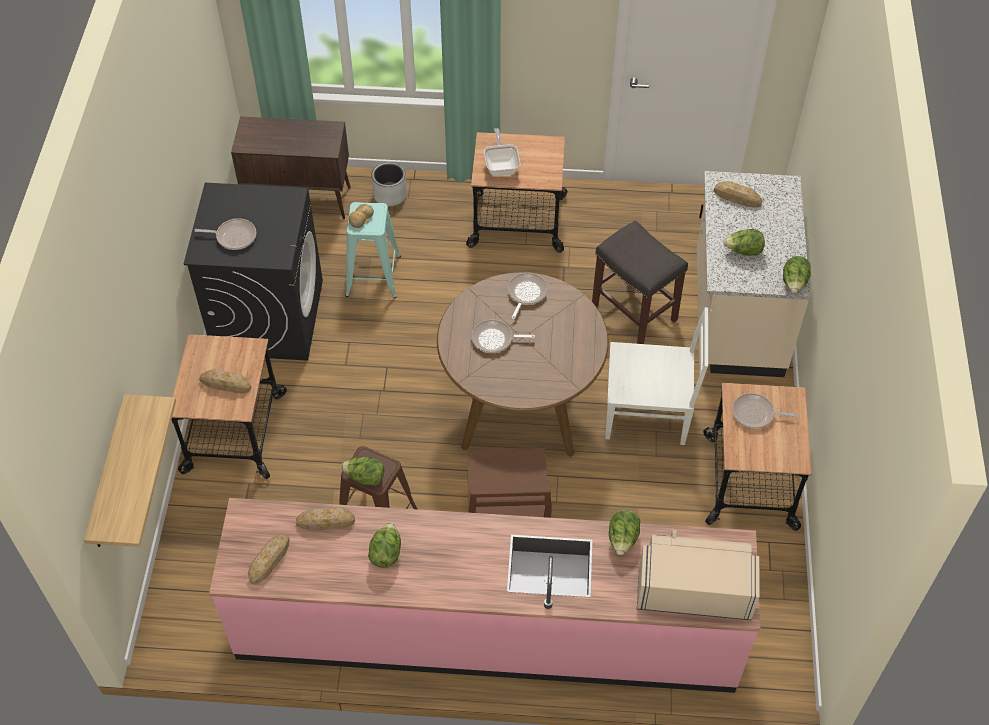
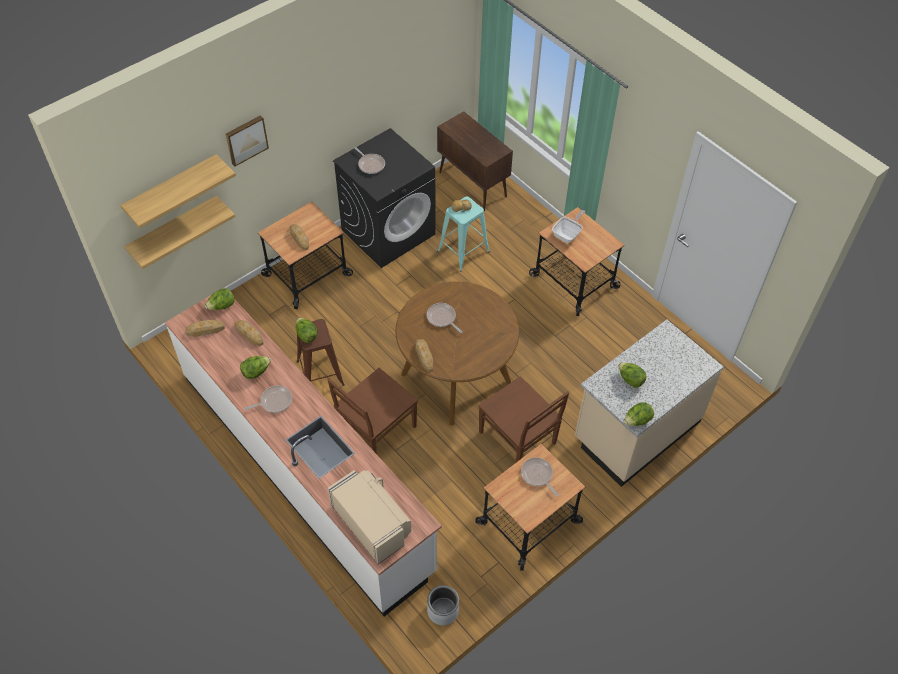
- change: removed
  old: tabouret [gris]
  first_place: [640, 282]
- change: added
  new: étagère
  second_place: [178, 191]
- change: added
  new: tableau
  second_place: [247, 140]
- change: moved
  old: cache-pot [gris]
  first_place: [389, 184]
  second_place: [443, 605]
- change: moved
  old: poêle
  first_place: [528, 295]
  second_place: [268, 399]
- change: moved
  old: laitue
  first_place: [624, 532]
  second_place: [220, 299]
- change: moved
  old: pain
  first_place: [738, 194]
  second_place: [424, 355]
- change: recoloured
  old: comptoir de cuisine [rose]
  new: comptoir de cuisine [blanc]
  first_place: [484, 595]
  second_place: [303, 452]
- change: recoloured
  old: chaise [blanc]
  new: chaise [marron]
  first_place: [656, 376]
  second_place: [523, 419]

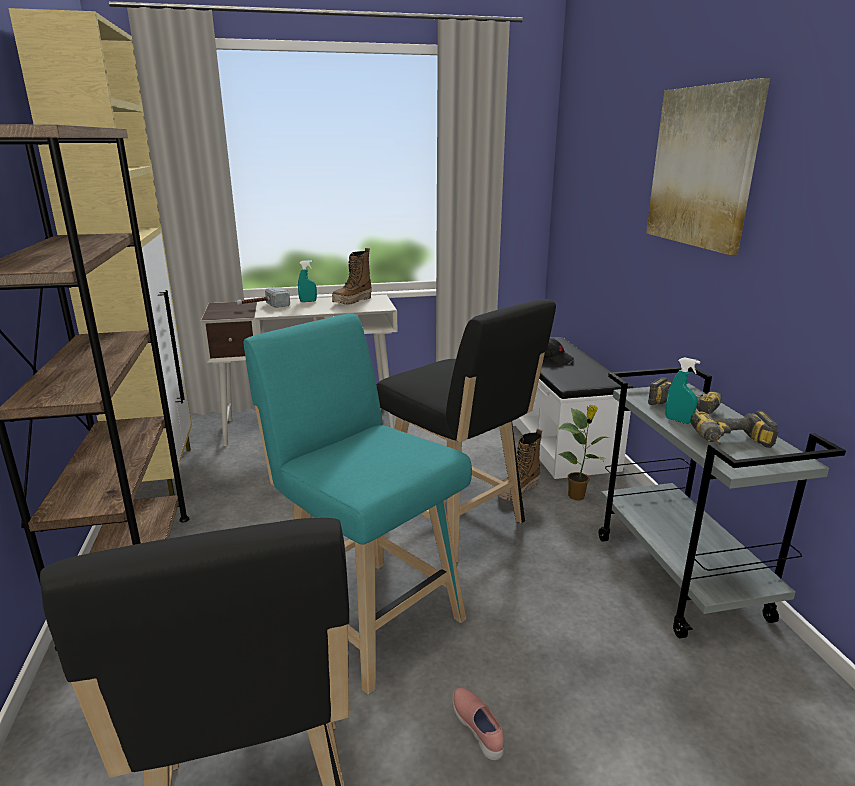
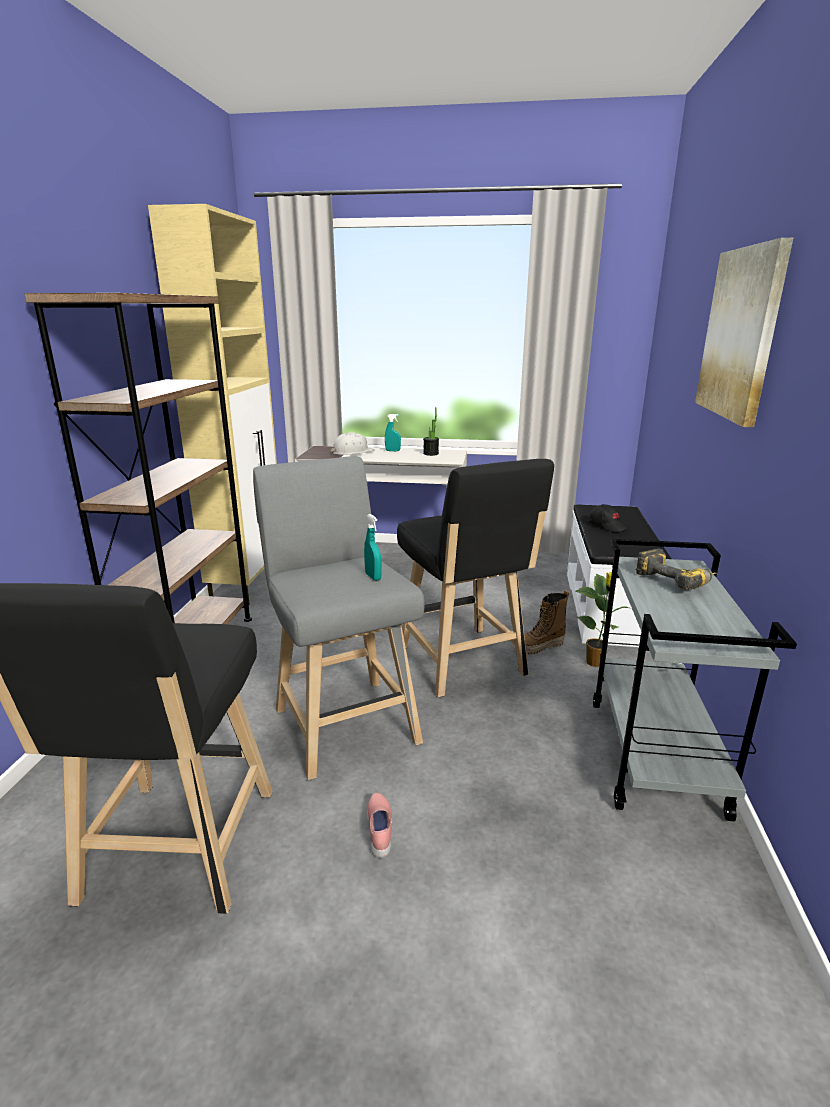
- change: removed
  old: perceuse
  first_place: [735, 429]
- change: moved
  old: vaporisateur [turquoise]
  first_place: [683, 390]
  second_place: [373, 547]
- change: replaced
  old: marteau
  new: casque de chantier [blanc]
  first_place: [263, 297]
  second_place: [352, 443]
- change: replaced
  old: botte
  new: plante en pot
  first_place: [352, 276]
  second_place: [431, 431]
- change: recoloured
  old: tabouret [turquoise]
  new: tabouret [gris]
  first_place: [358, 504]
  second_place: [339, 618]

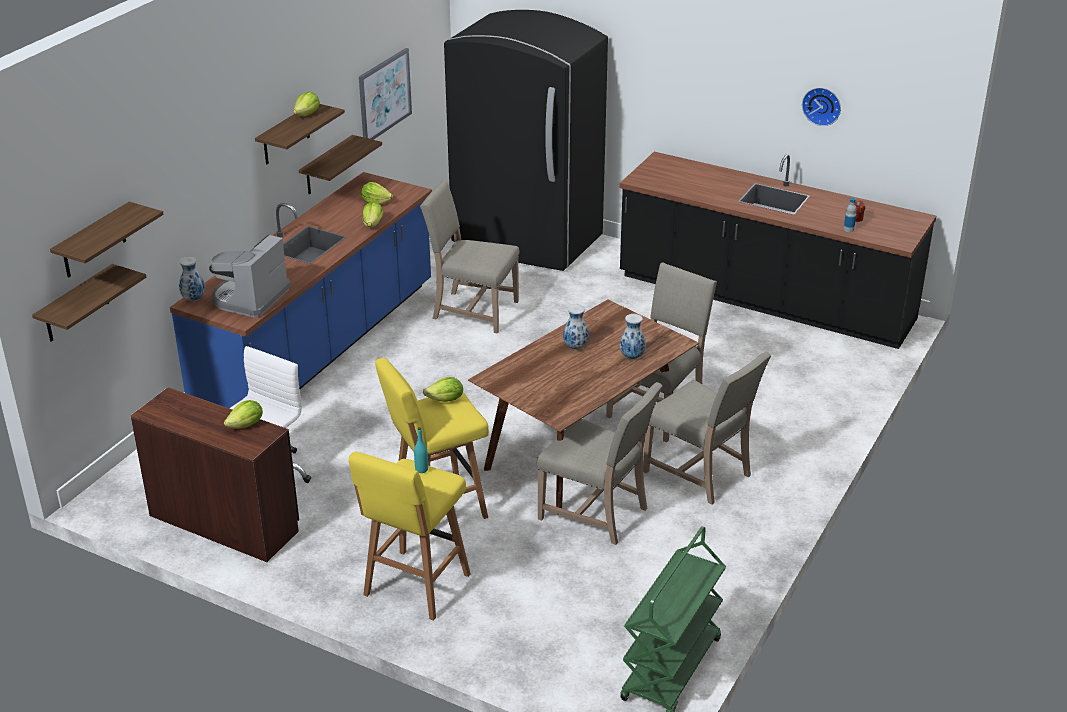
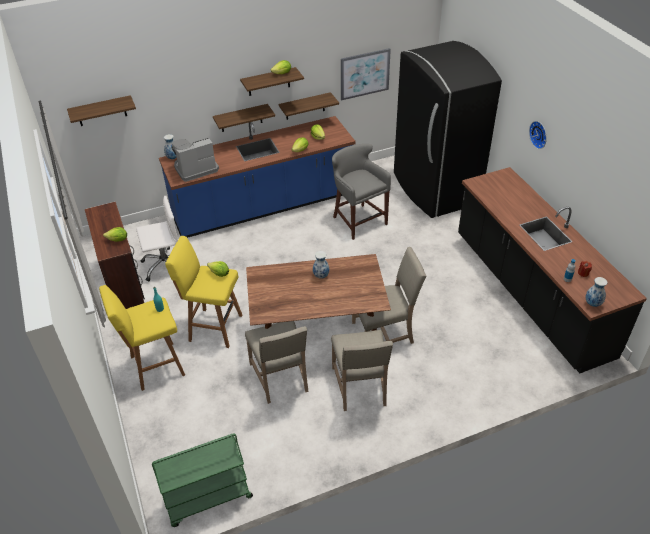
- change: moved
  old: étagère
  first_place: [89, 303]
  second_place: [244, 118]
- change: moved
  old: vase
  first_place: [633, 336]
  second_place: [596, 292]
- change: moved
  old: horloge murale
  first_place: [821, 107]
  second_place: [538, 135]
- change: replaced
  old: chaise [beige]
  new: tabouret [gris]
  first_place: [469, 257]
  second_place: [361, 192]

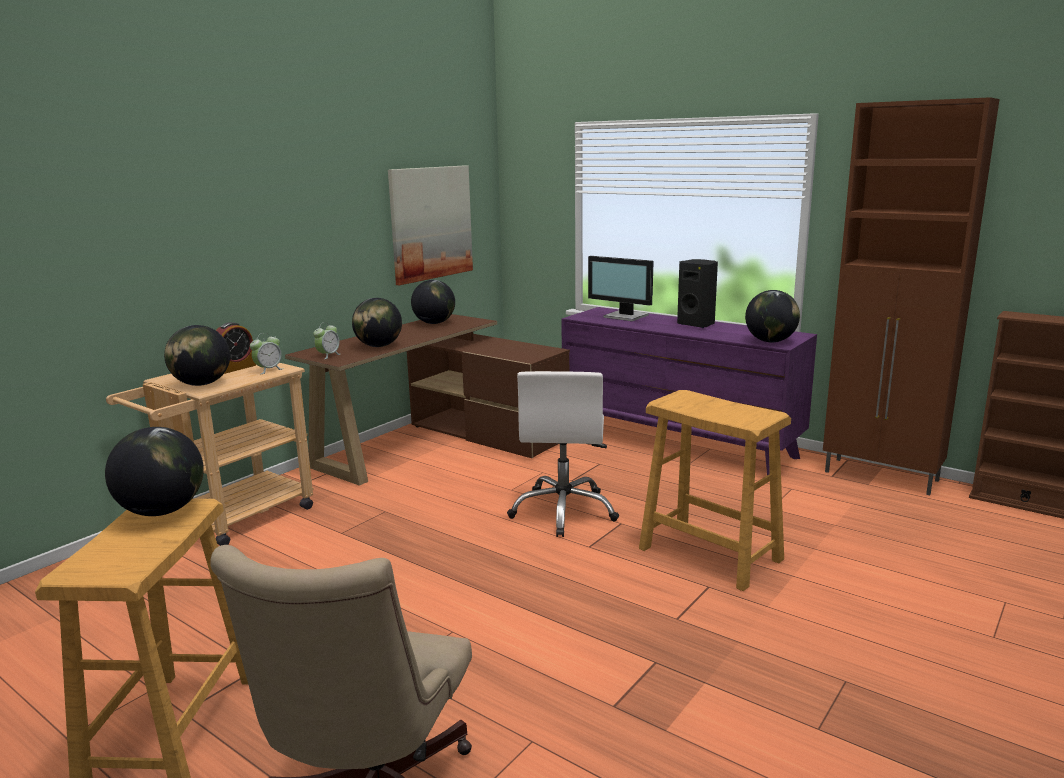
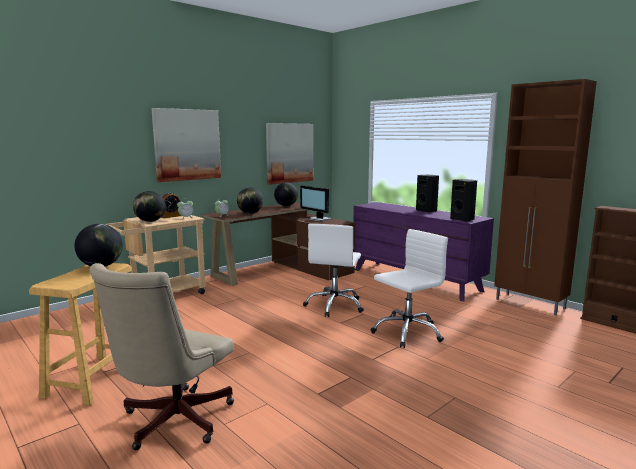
- change: added
  new: tableau
  second_place: [186, 145]
- change: moved
  old: écran d'ordinateur
  first_place: [621, 288]
  second_place: [316, 203]
- change: replaced
  old: tabouret [beige]
  new: chaise de bureau [blanc]
  first_place: [715, 490]
  second_place: [409, 288]
- change: replaced
  old: globe
  new: enceinte [noir]
  first_place: [772, 316]
  second_place: [463, 200]

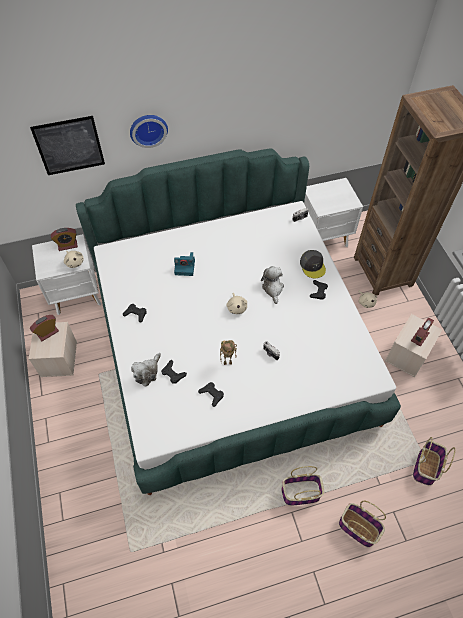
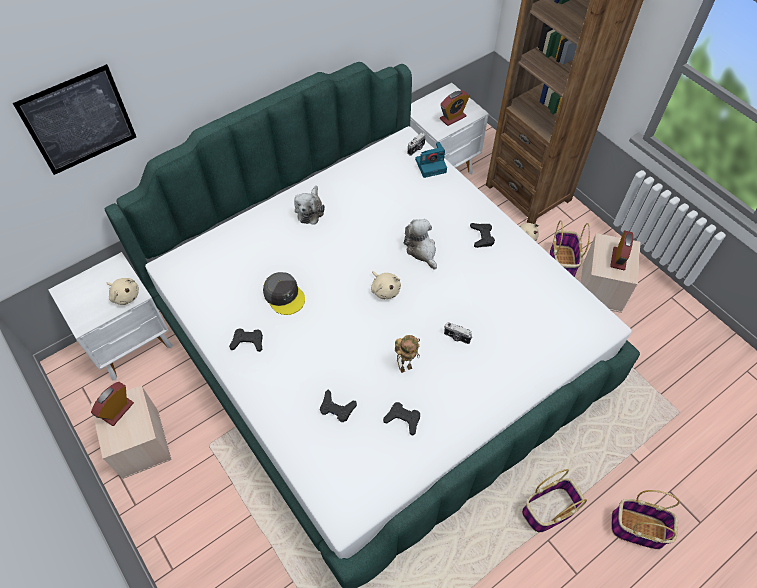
- change: removed
  old: horloge murale
  first_place: [149, 131]
- change: moved
  old: réveil
  first_place: [64, 239]
  second_place: [455, 108]
- change: moved
  old: peluche
  first_place: [146, 369]
  second_place: [309, 205]
- change: moved
  old: appareil photo
  first_place: [184, 264]
  second_place: [431, 160]
- change: moved
  old: casquette [gris]
  first_place: [313, 264]
  second_place: [284, 293]
- change: moved
  old: panier
  first_place: [434, 461]
  second_place: [570, 248]

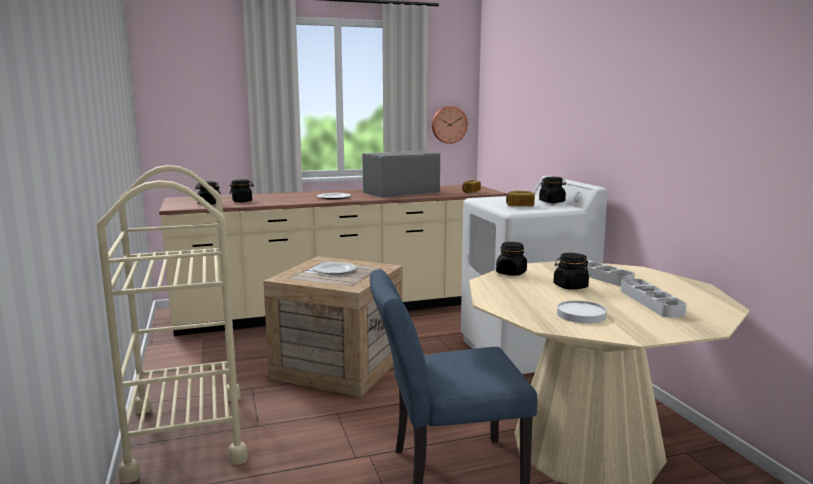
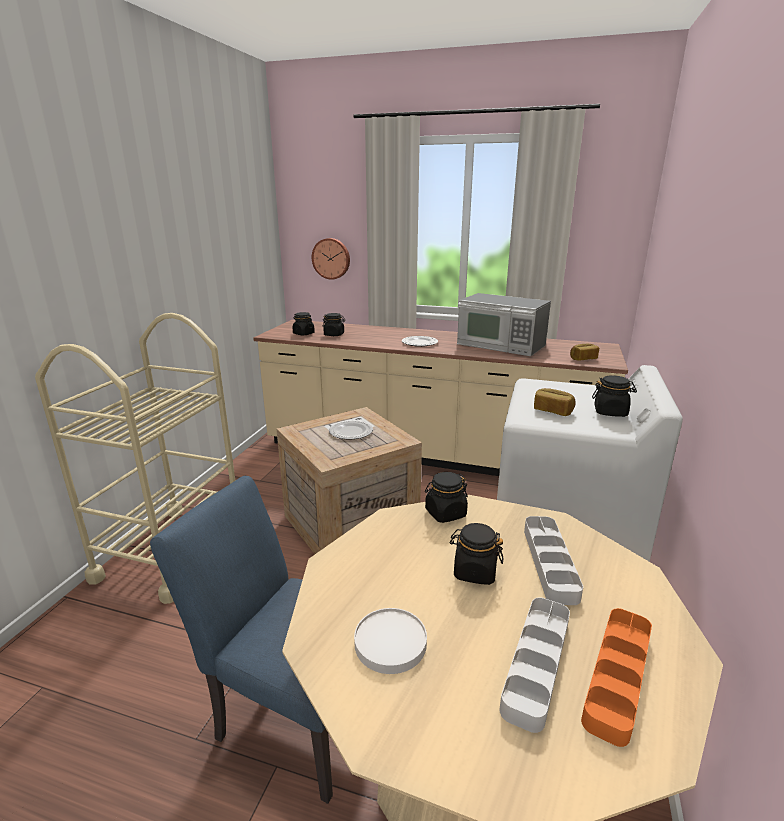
- change: added
  new: plateau [orange]
  second_place: [616, 677]
- change: moved
  old: horloge murale
  first_place: [450, 125]
  second_place: [331, 259]
- change: turned
  old: micro-ondes
  first_place: [400, 174]
  second_place: [504, 324]
  degrees: -150

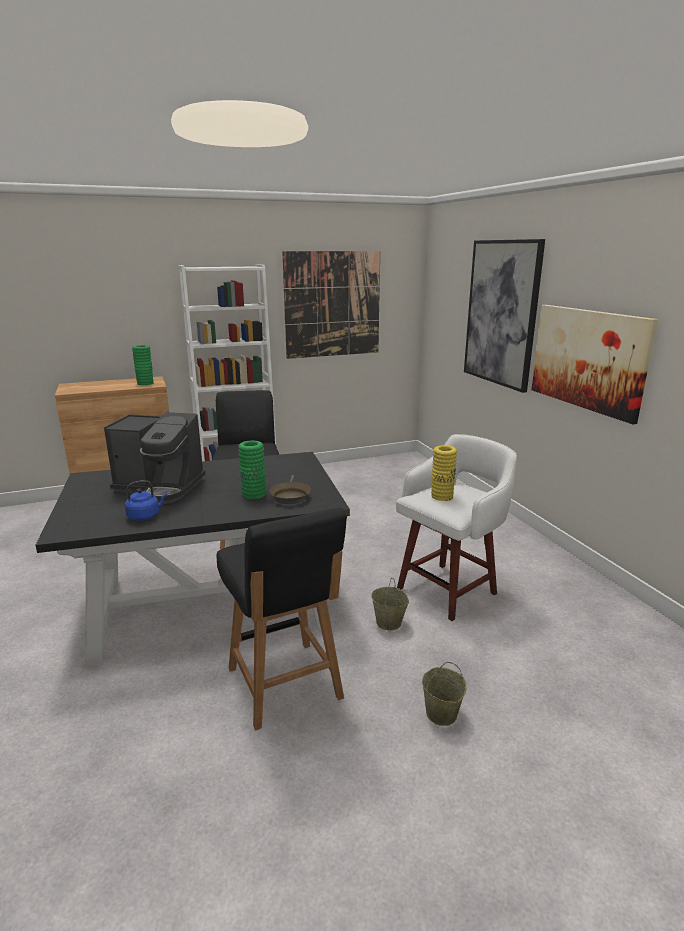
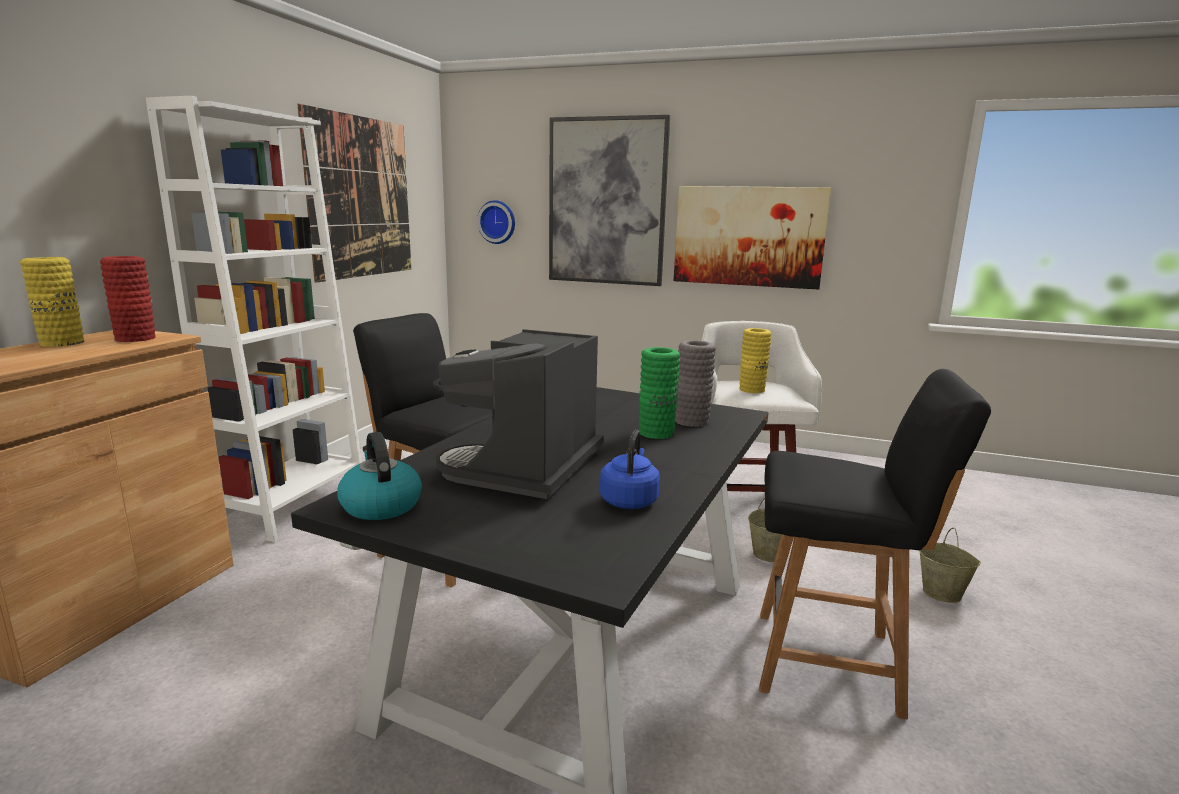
- change: added
  new: vase [jaune]
  second_place: [52, 302]
- change: added
  new: bouilloire
  second_place: [379, 476]
- change: added
  new: horloge murale
  second_place: [496, 222]
- change: replaced
  old: poêle [marron]
  new: vase [gris]
  first_place: [290, 489]
  second_place: [695, 383]
- change: recoloured
  old: vase [vert]
  new: vase [rouge]
  first_place: [142, 365]
  second_place: [128, 299]
- change: turned
  old: machine à café
  first_place: [154, 458]
  second_place: [518, 414]
  degrees: 150

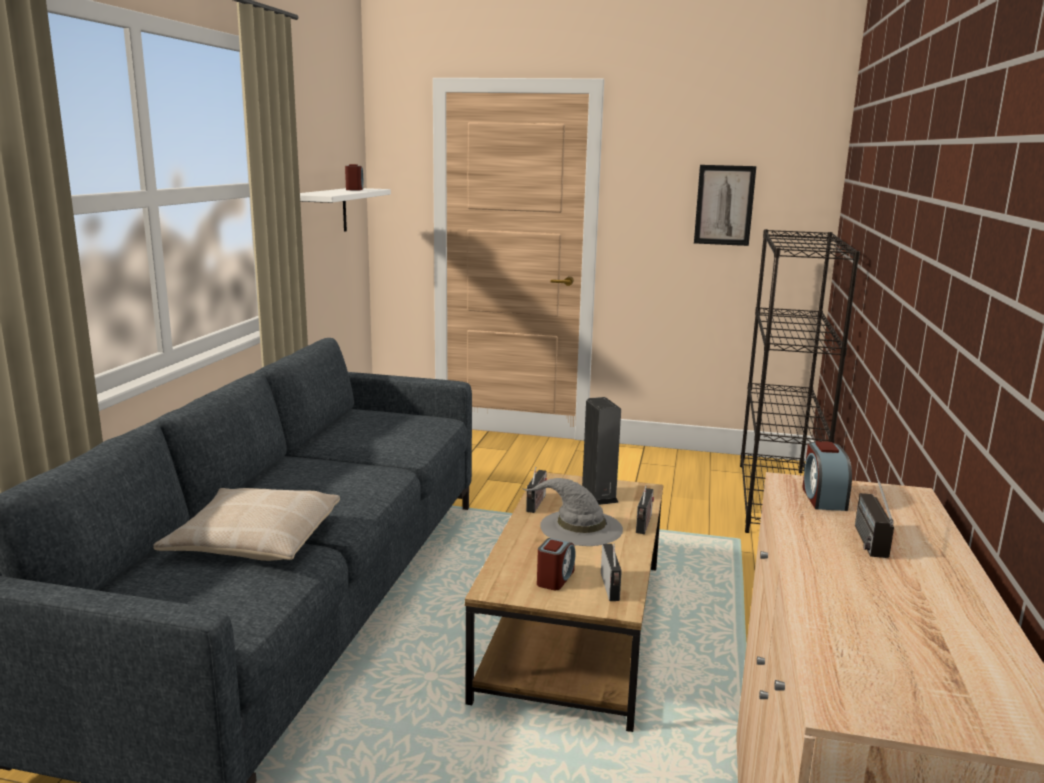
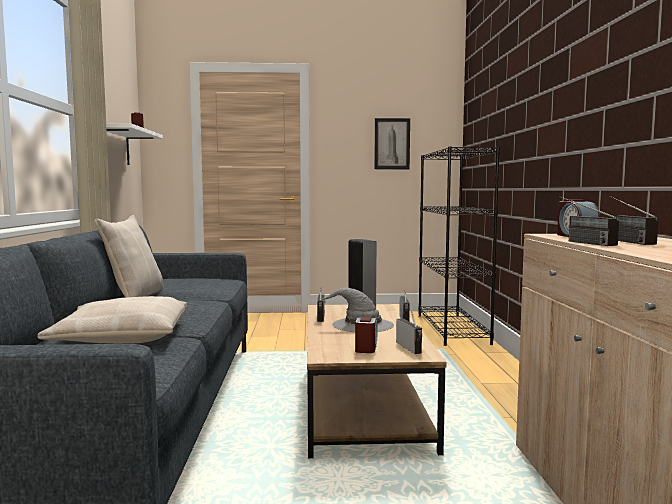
- change: added
  new: coussin [beige]
  second_place: [129, 256]
- change: added
  new: radio
  second_place: [589, 221]

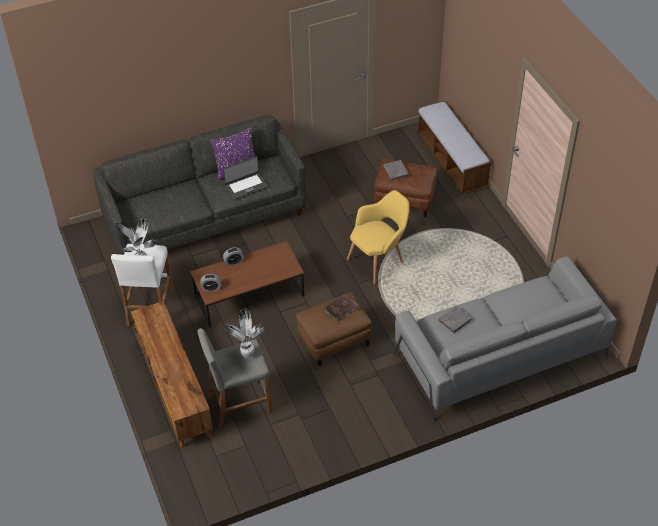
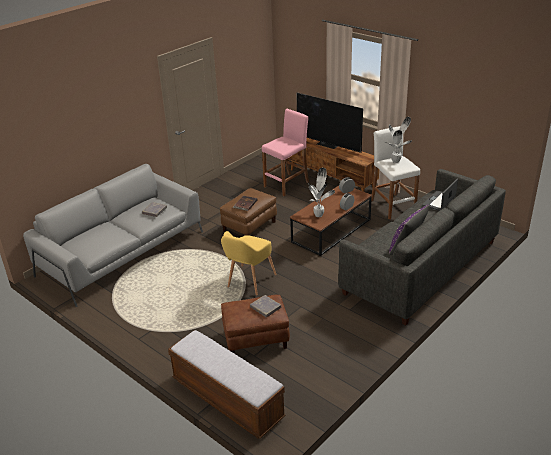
- change: added
  new: téléviseur
  second_place: [329, 123]
- change: moved
  old: ordinateur portable
  first_place: [245, 178]
  second_place: [440, 195]
- change: moved
  old: plante en pot
  first_place: [245, 333]
  second_place: [321, 192]
- change: recoloured
  old: tabouret [gris]
  new: tabouret [rose]
  first_place: [234, 378]
  second_place: [285, 152]

